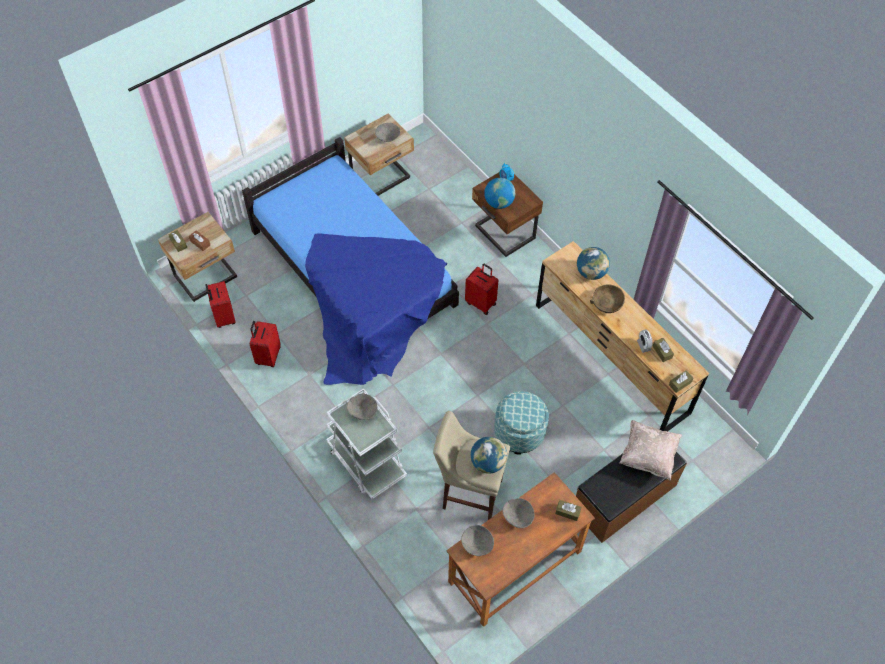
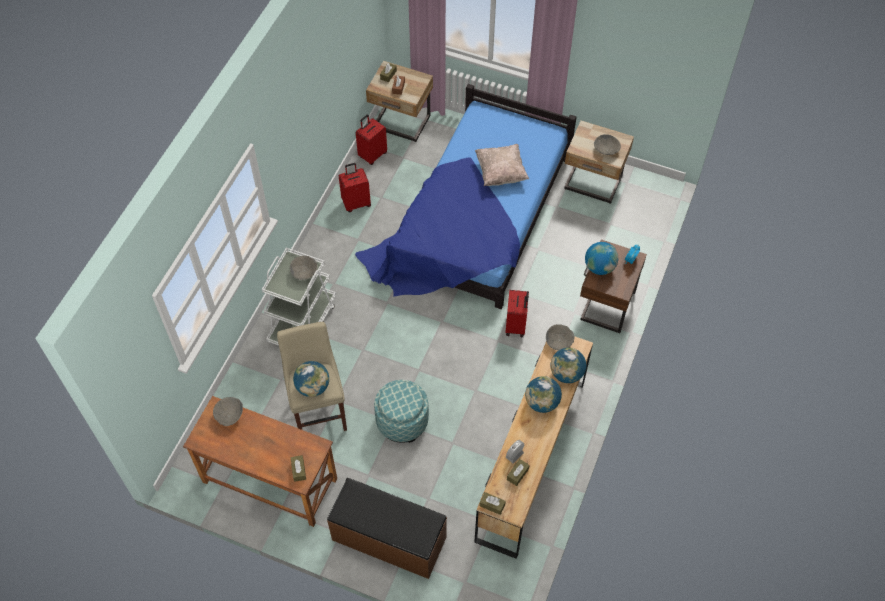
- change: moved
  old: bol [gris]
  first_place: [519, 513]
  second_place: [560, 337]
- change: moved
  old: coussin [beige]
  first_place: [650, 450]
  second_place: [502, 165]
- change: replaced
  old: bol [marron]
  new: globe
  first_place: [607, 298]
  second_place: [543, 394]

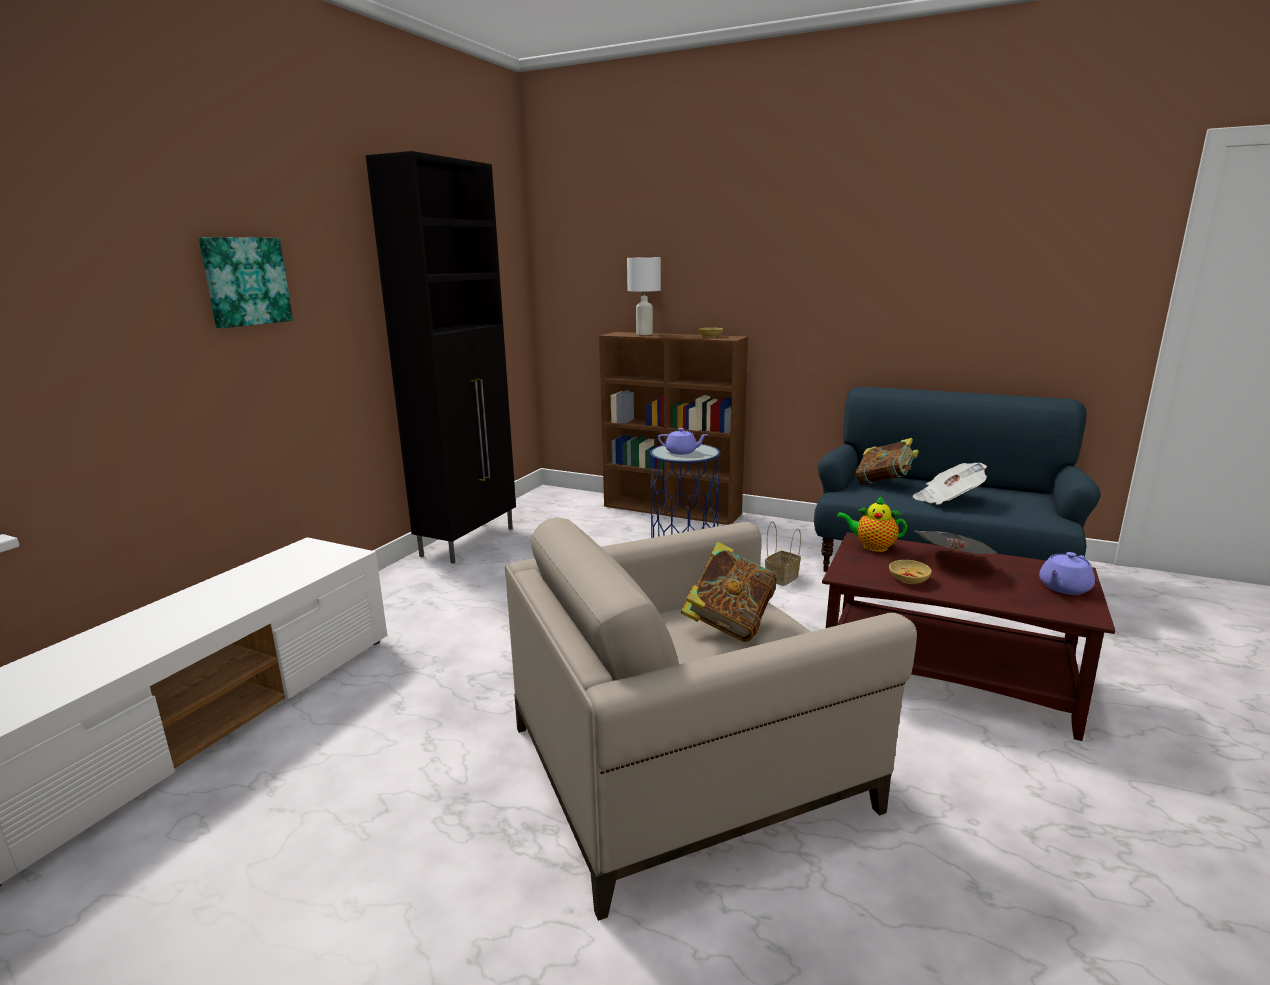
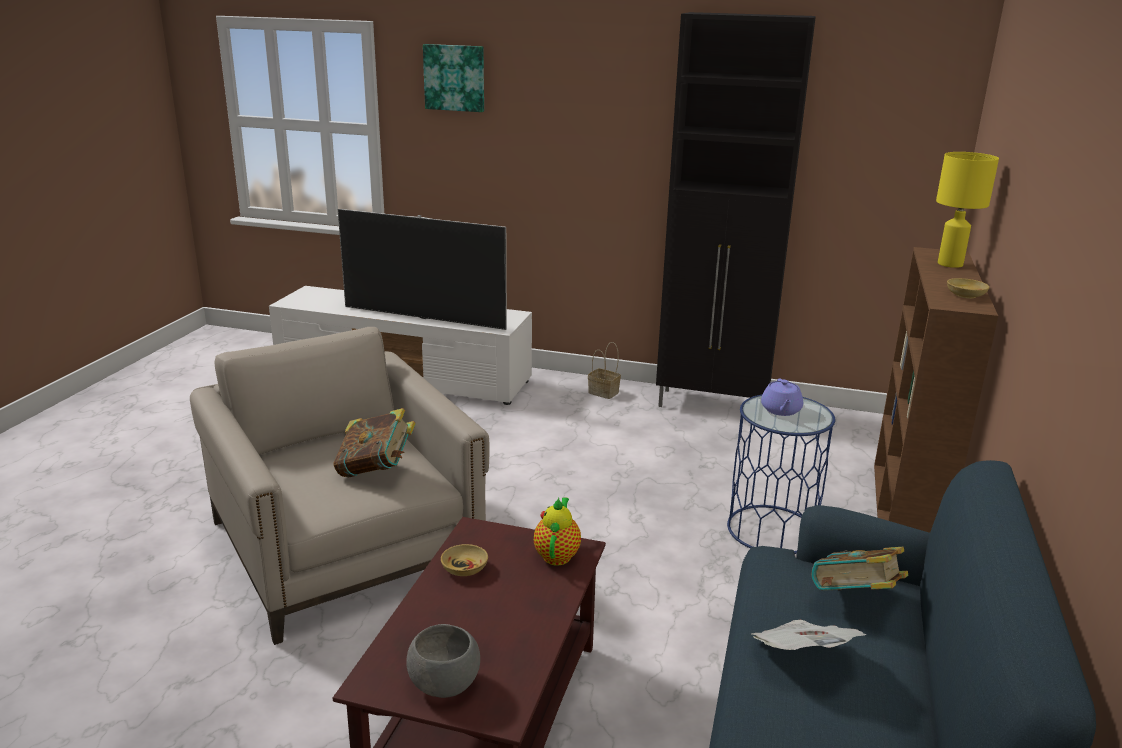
- change: removed
  old: journal
  first_place: [956, 543]
- change: added
  new: téléviseur
  second_place: [422, 269]
- change: moved
  old: tableau
  first_place: [246, 282]
  second_place: [453, 78]
- change: moved
  old: panier
  first_place: [783, 554]
  second_place: [604, 370]
- change: replaced
  old: théière [violet]
  new: bol [gris]
  first_place: [1067, 573]
  second_place: [443, 661]
- change: recoloured
  old: lampe de table [blanc]
  new: lampe de table [jaune]
  first_place: [644, 296]
  second_place: [967, 210]

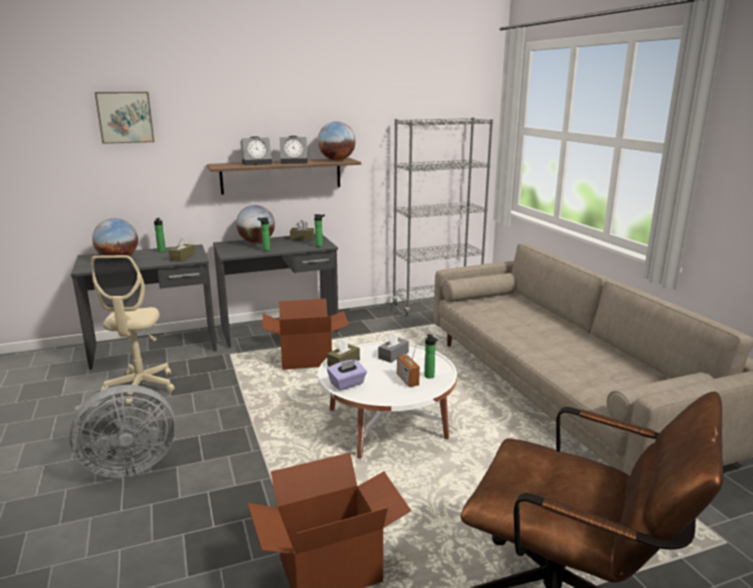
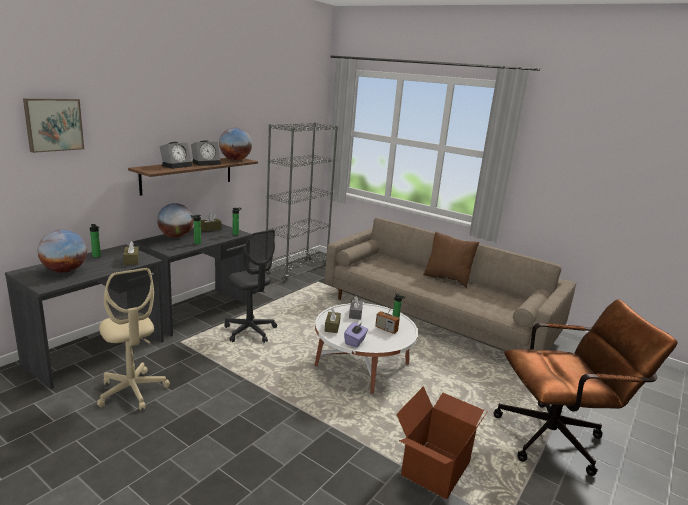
- change: removed
  old: ventilateur [gris]
  first_place: [122, 431]
- change: added
  new: coussin [marron]
  second_place: [451, 259]
- change: replaced
  old: carton
  new: chaise de bureau [gris]
  first_place: [305, 334]
  second_place: [250, 286]

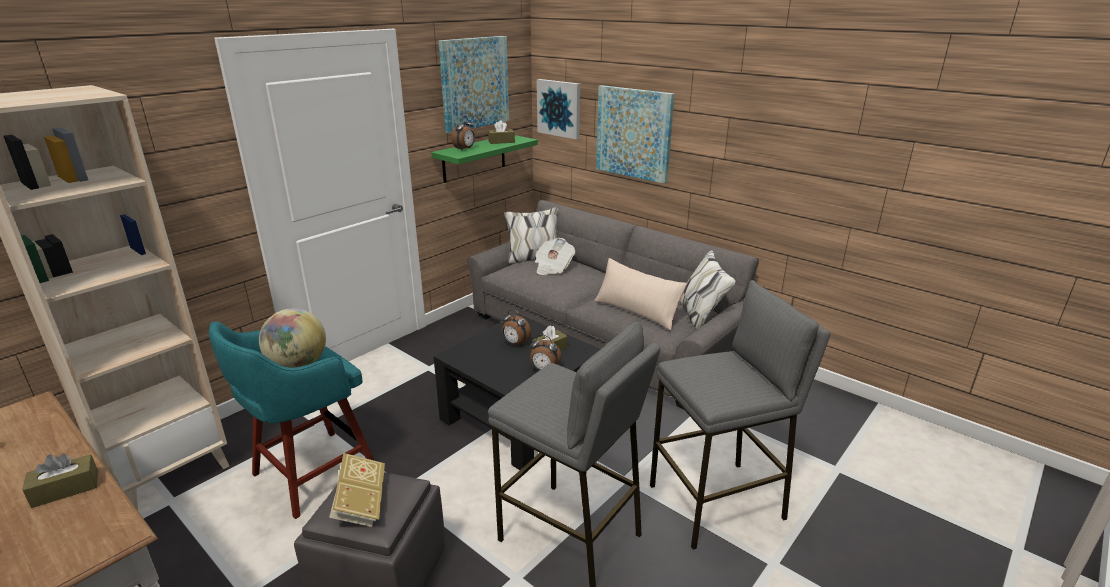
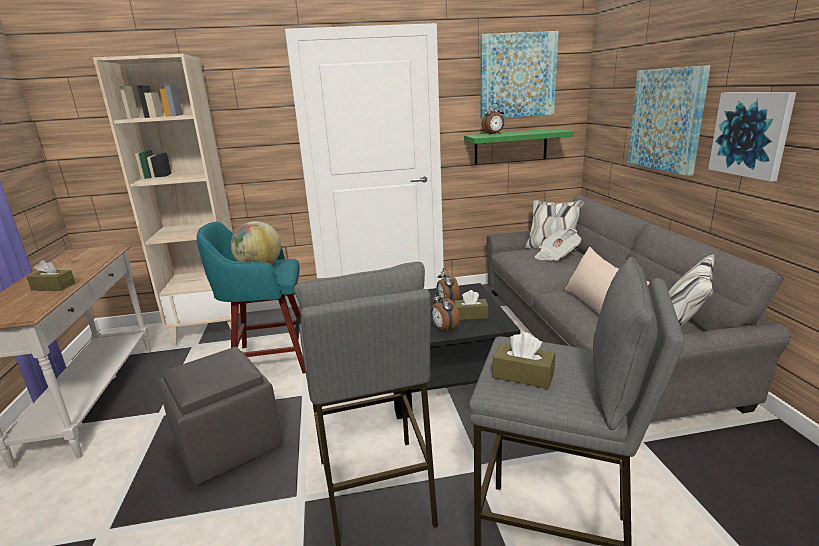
- change: removed
  old: livre
  first_place: [357, 490]
- change: moved
  old: boîte à mouchoirs [marron]
  first_place: [501, 132]
  second_place: [524, 360]
- change: moved
  old: tableau
  first_place: [558, 109]
  second_place: [752, 136]

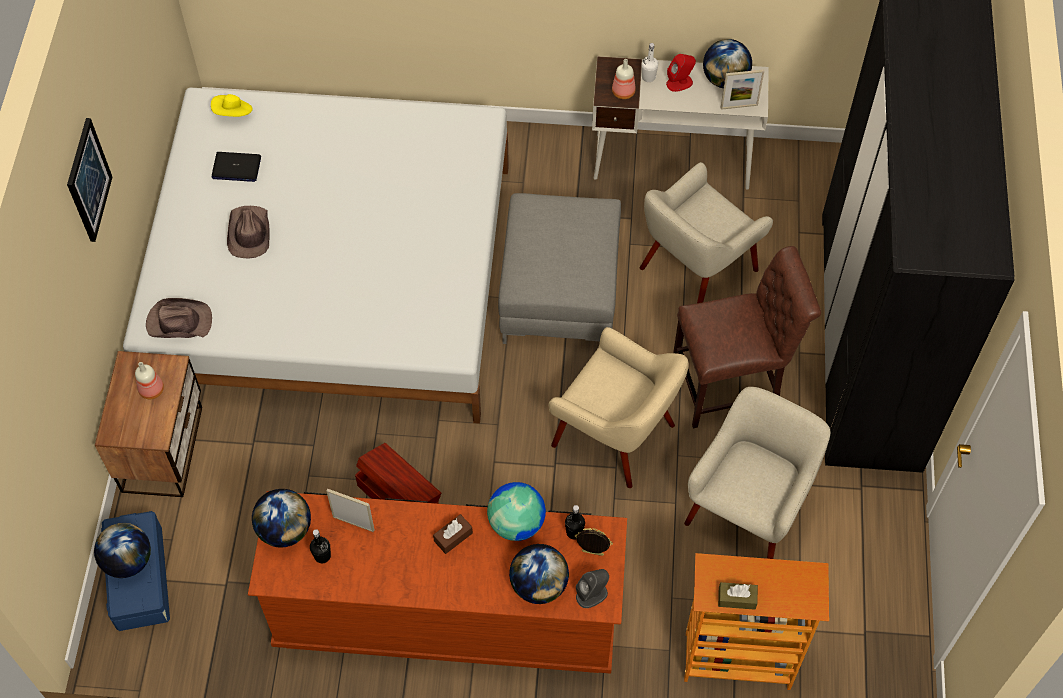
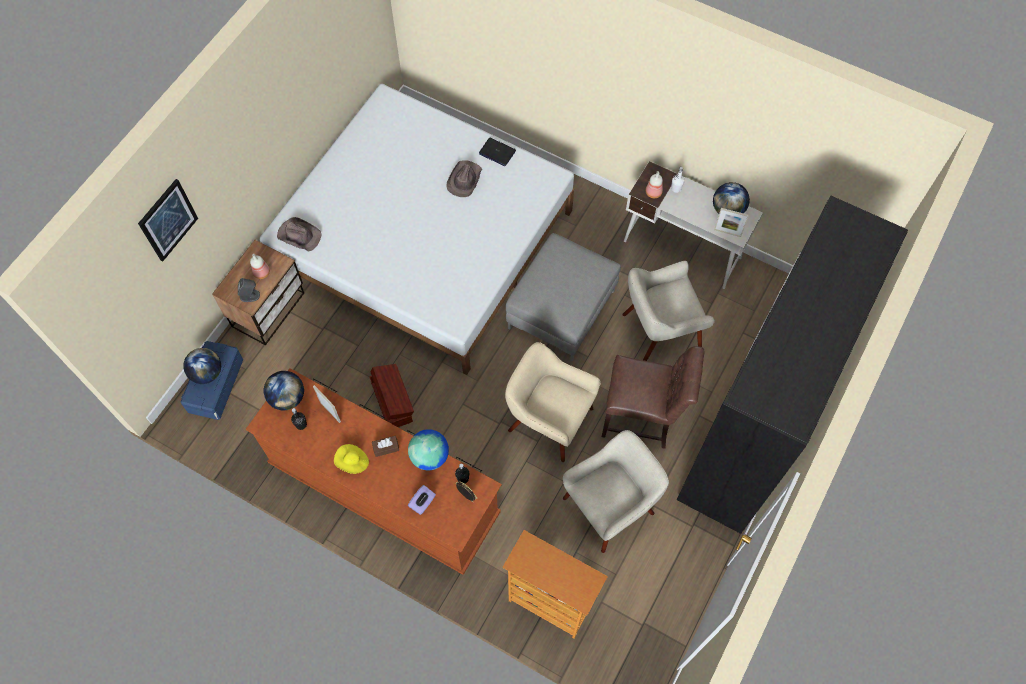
- change: removed
  old: enceinte [rouge]
  first_place: [681, 73]
- change: removed
  old: boîte à mouchoirs [marron]
  first_place: [738, 596]
- change: moved
  old: tableau
  first_place: [89, 180]
  second_place: [168, 220]
- change: moved
  old: chapeau [jaune]
  first_place: [232, 105]
  second_place: [351, 459]
- change: moved
  old: ordinateur portable
  first_place: [236, 167]
  second_place: [497, 152]
- change: moved
  old: chapeau [marron]
  first_place: [248, 232]
  second_place: [464, 178]
- change: moved
  old: enceinte [gris]
  first_place: [592, 588]
  second_place: [249, 290]
- change: replaced
  old: globe
  new: boîte à mouchoirs [violet]
  first_place: [539, 574]
  second_place: [422, 500]
- change: turned
  old: fauteuil [beige]
  first_place: [618, 407]
  second_place: [552, 402]
  degrees: 150

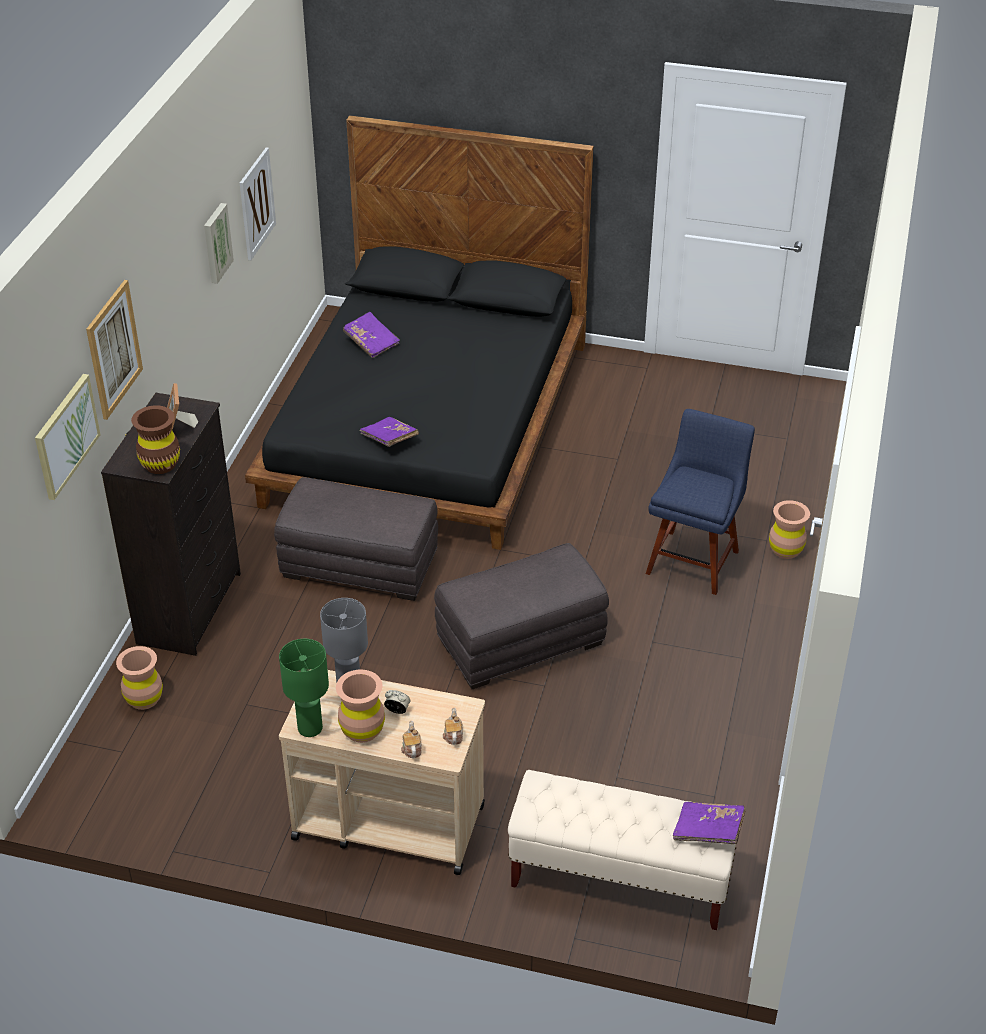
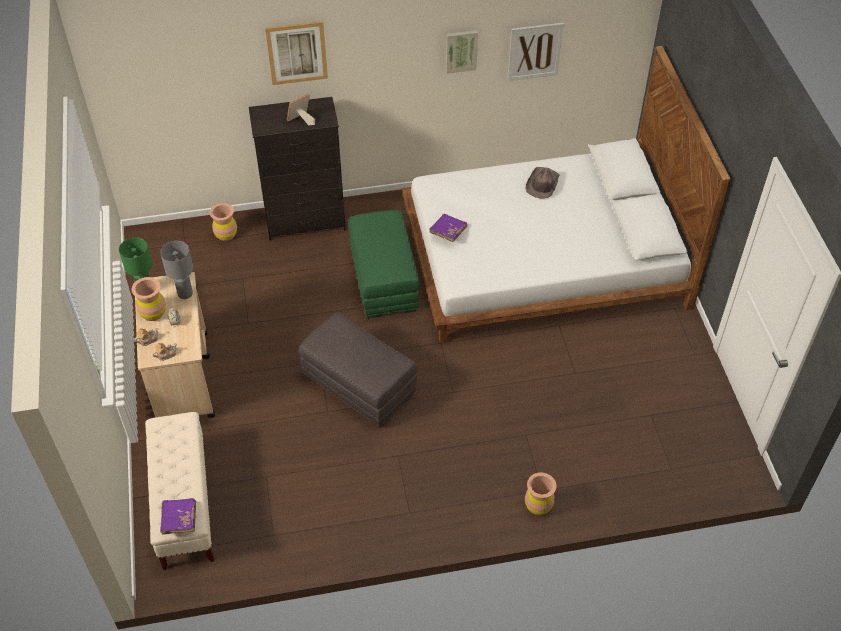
- change: removed
  old: tableau
  first_place: [68, 437]
- change: removed
  old: vase [marron]
  first_place: [155, 439]
- change: removed
  old: chaise [bleu]
  first_place: [700, 502]
- change: replaced
  old: livre [violet]
  new: chapeau [marron]
  first_place: [371, 335]
  second_place: [543, 182]
- change: recoloured
  old: lit [noir]
  new: lit [blanc]
  first_place: [419, 332]
  second_place: [566, 194]
- change: recoloured
  old: pouf [gris]
  new: pouf [vert]
  first_place: [356, 539]
  second_place: [383, 264]

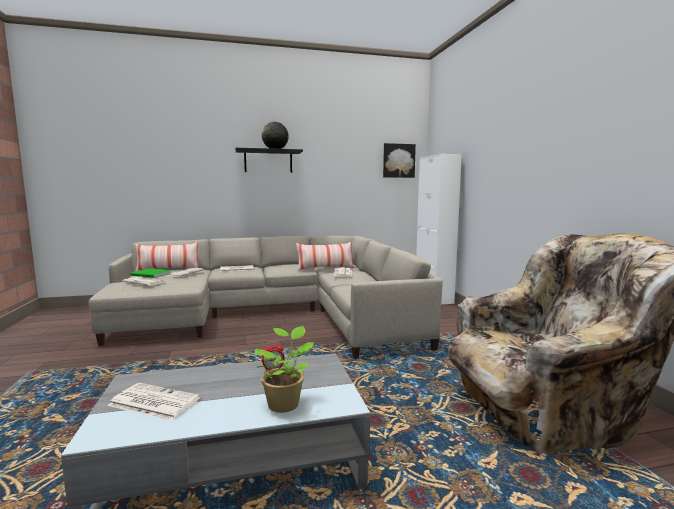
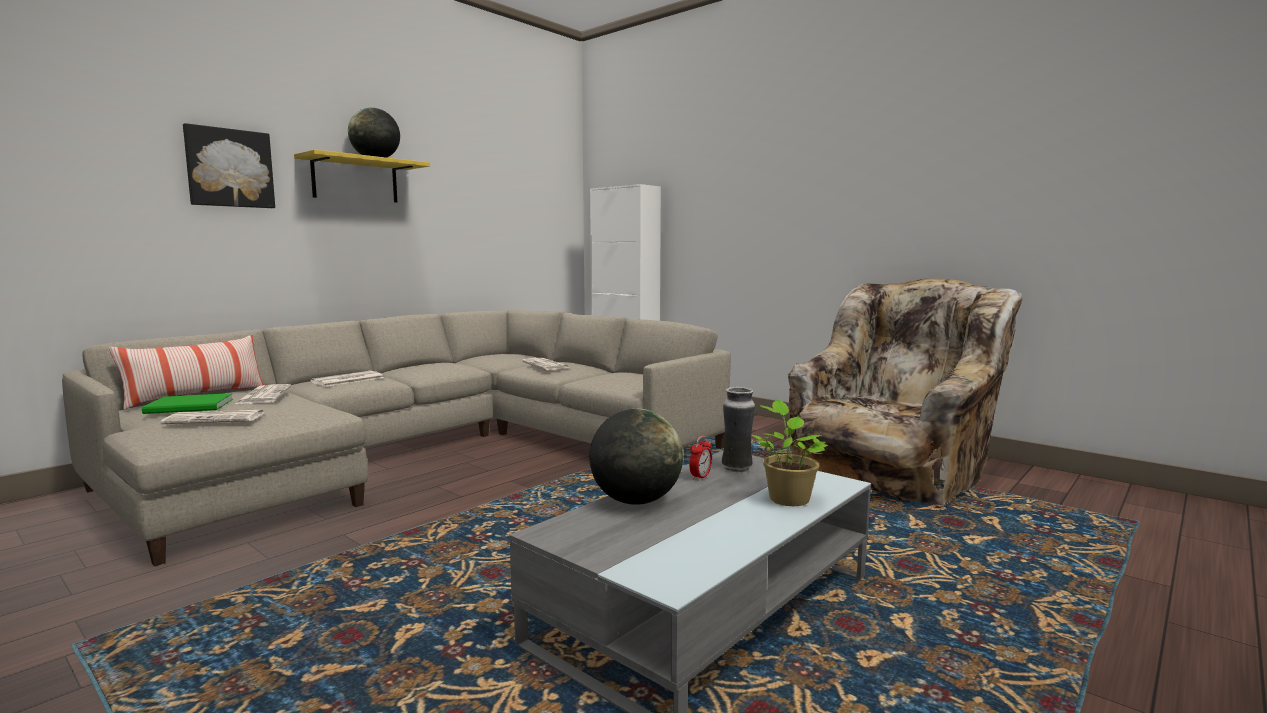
- change: removed
  old: journal
  first_place: [154, 402]
- change: removed
  old: coussin
  first_place: [325, 256]
- change: added
  new: globe
  second_place: [636, 457]
- change: added
  new: vase
  second_place: [738, 429]
- change: moved
  old: tableau
  first_place: [399, 160]
  second_place: [229, 165]
- change: recoloured
  old: étagère [noir]
  new: étagère [jaune]
  first_place: [269, 160]
  second_place: [362, 176]

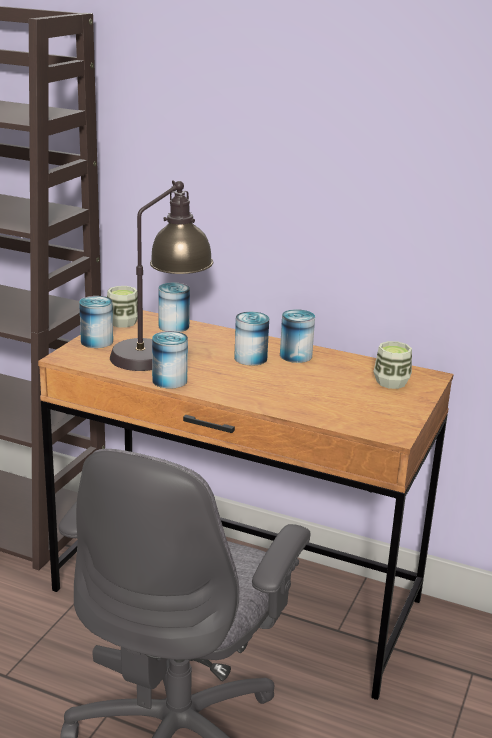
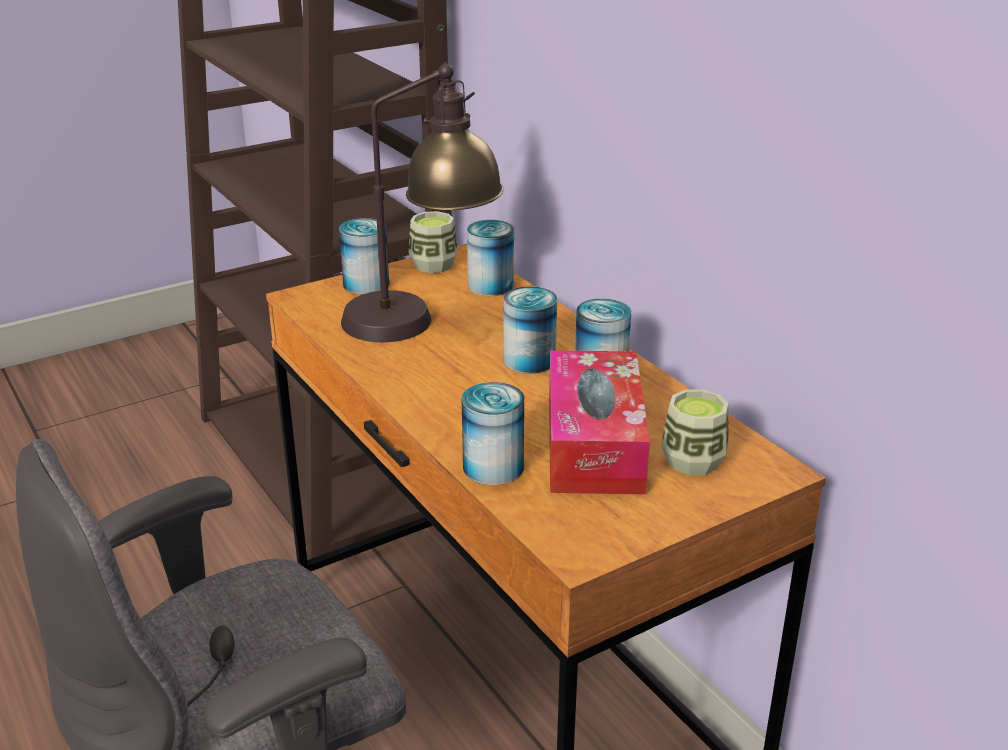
- change: added
  new: boîte à mouchoirs
  second_place: [599, 422]
- change: moved
  old: boîte métallique
  first_place: [170, 360]
  second_place: [493, 433]

